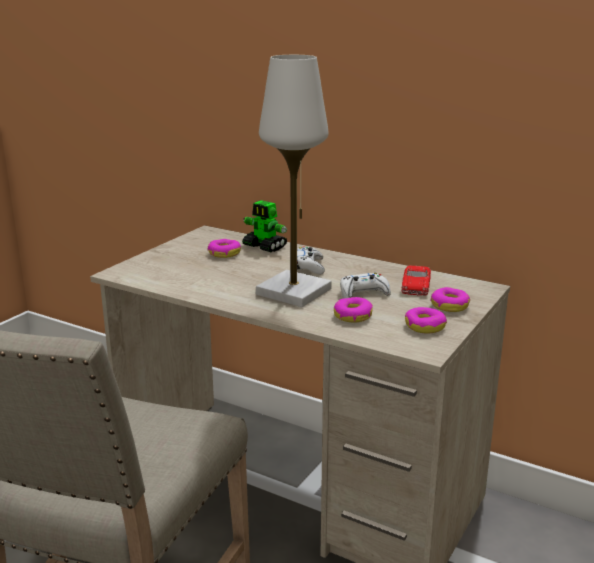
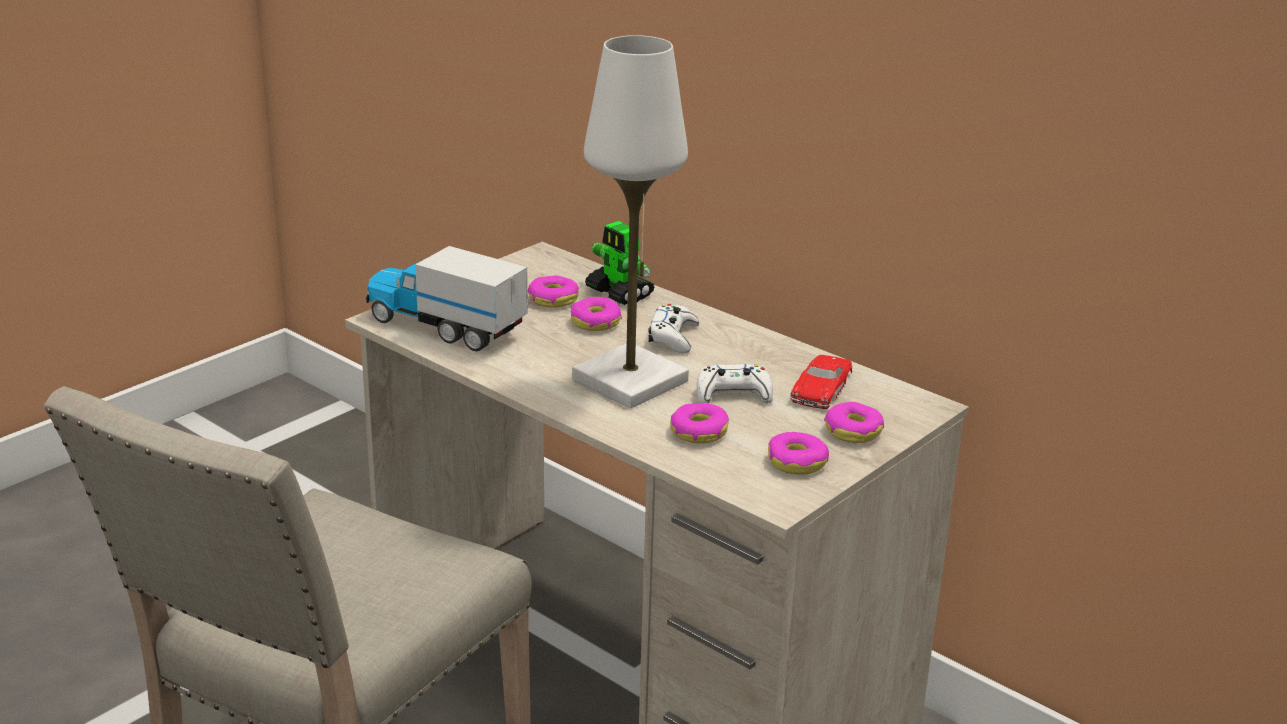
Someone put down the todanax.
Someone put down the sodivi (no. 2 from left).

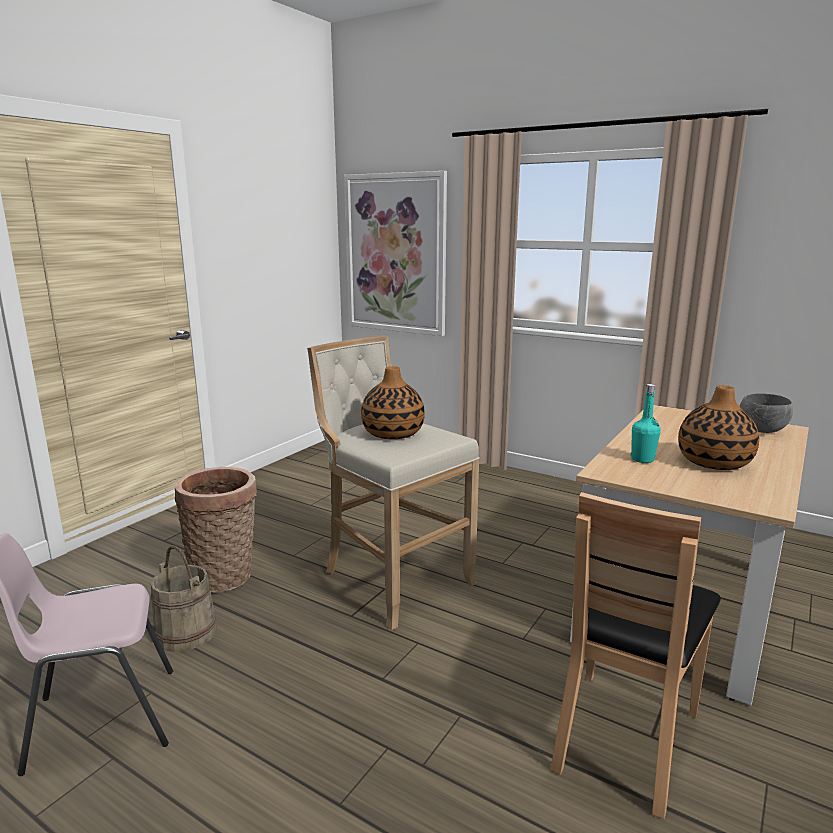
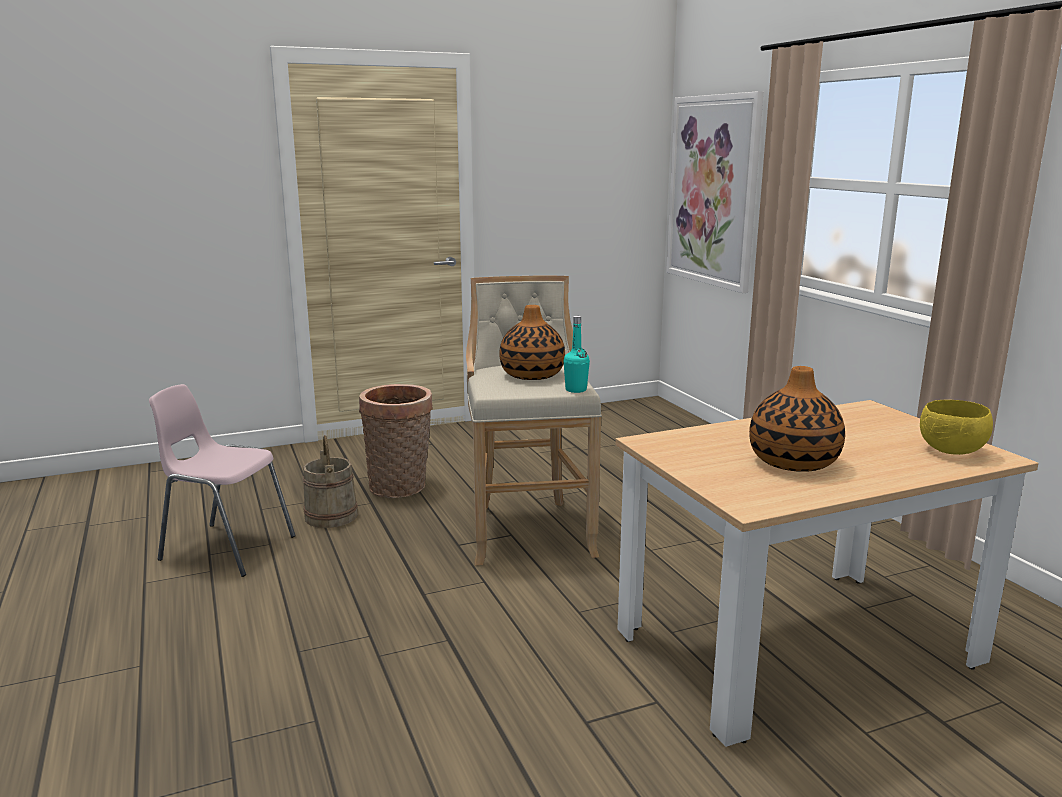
Someone took away the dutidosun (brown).
Someone carried the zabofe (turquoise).
Someone repainted the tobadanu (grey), which became the tobadanu (yellow).

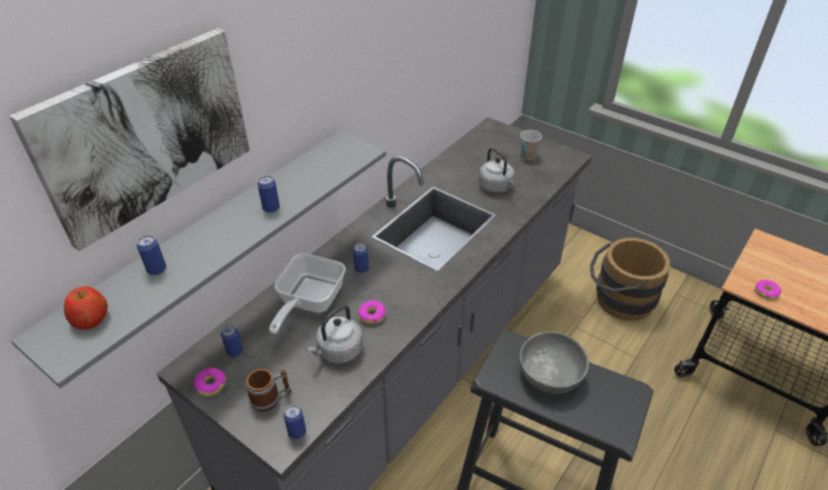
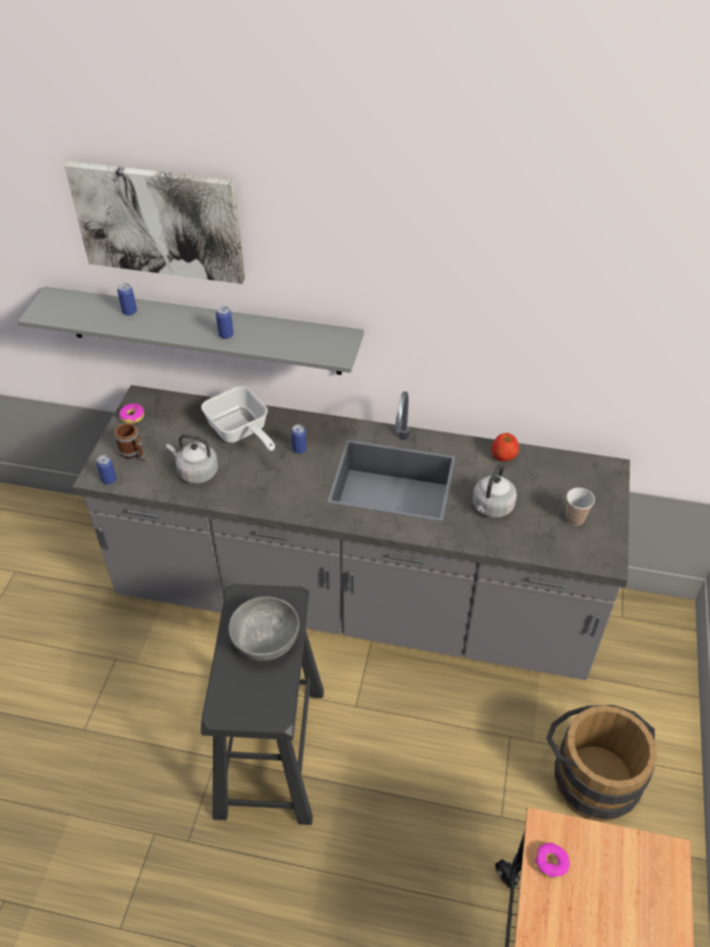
Someone carried the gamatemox.
Someone took away the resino (no. 2 from left).
Someone rotated the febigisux by 120 degrees counterclockwise.
Someone took away the sodivi (no. 2 from left).

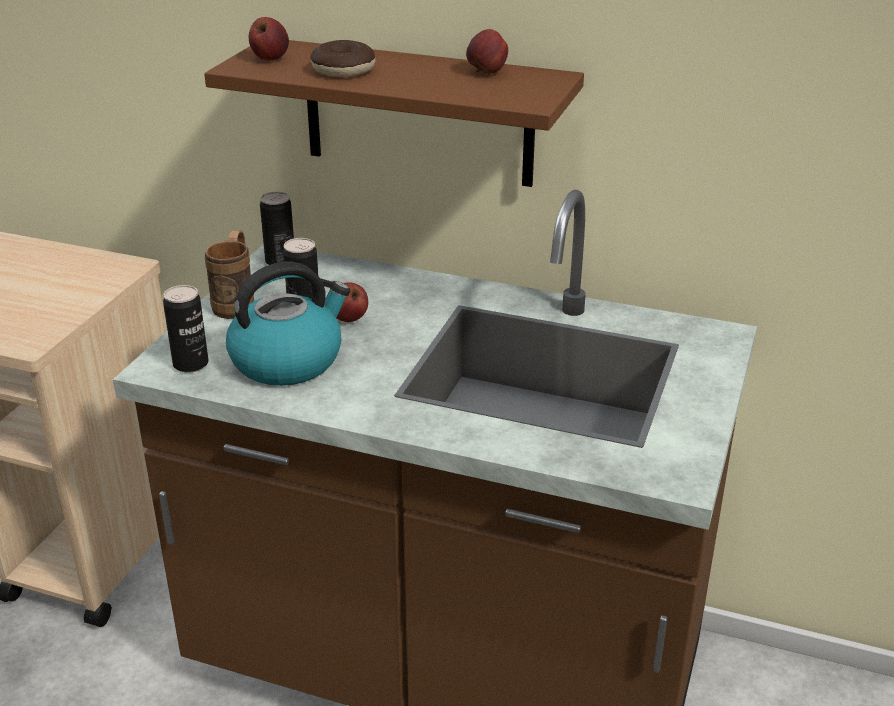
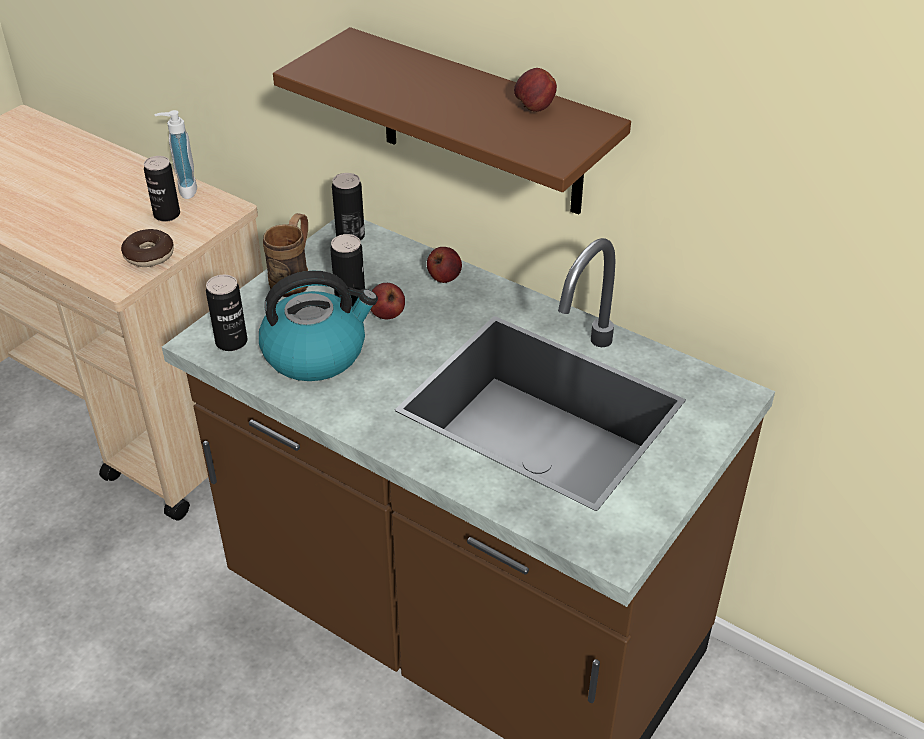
Someone carried the gamatemox (no. 1 from left in the first image).
Someone carried the sodivi.
Someone put down the resino (no. 1 from left).
Someone put down the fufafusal.

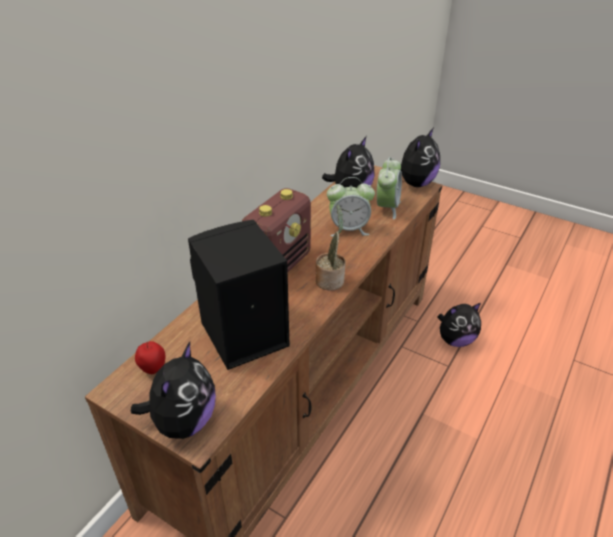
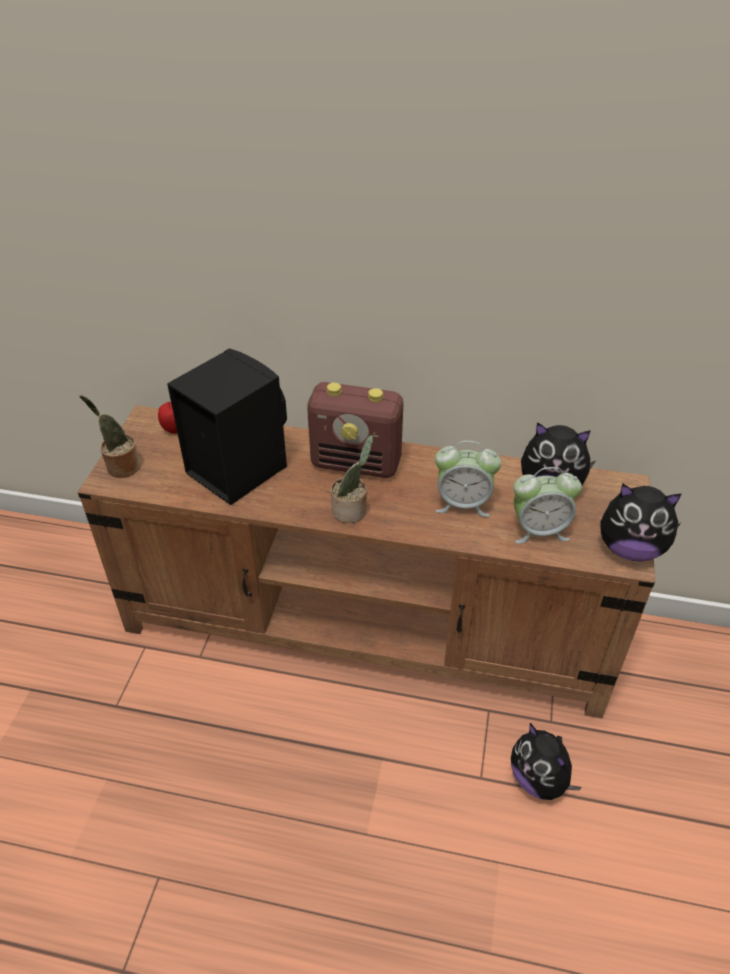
Someone swapped the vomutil (no. 1 from left) for the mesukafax (no. 1 from left).
Someone rotated the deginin (no. 1 from left) by 60 degrees counterclockwise.

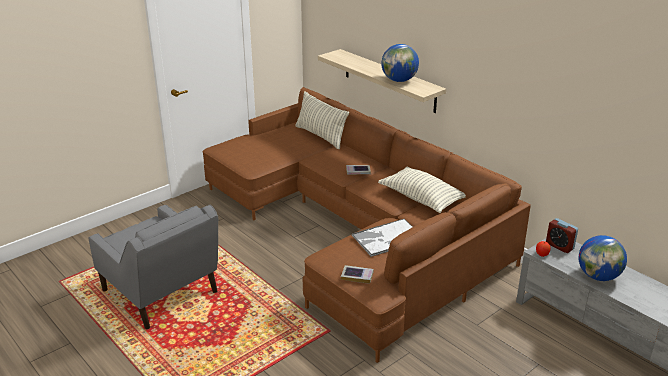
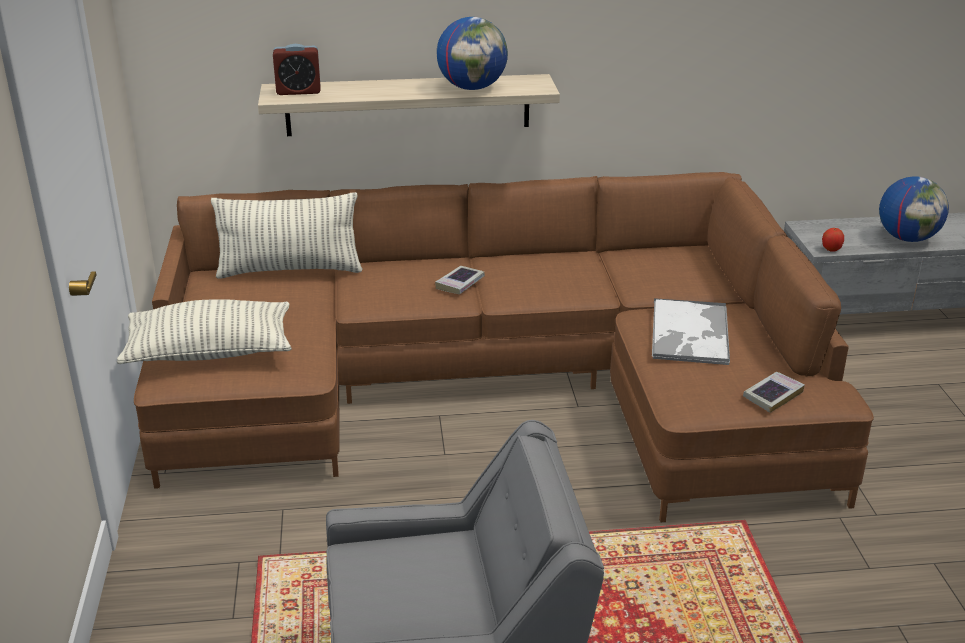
Someone carried the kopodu (no. 2 from left in the first image).
Someone carried the deginin.

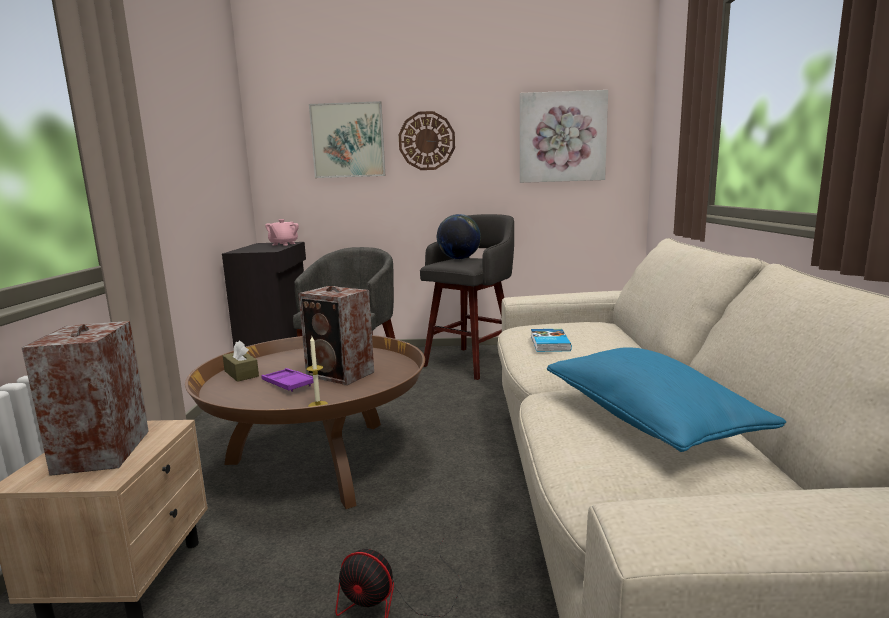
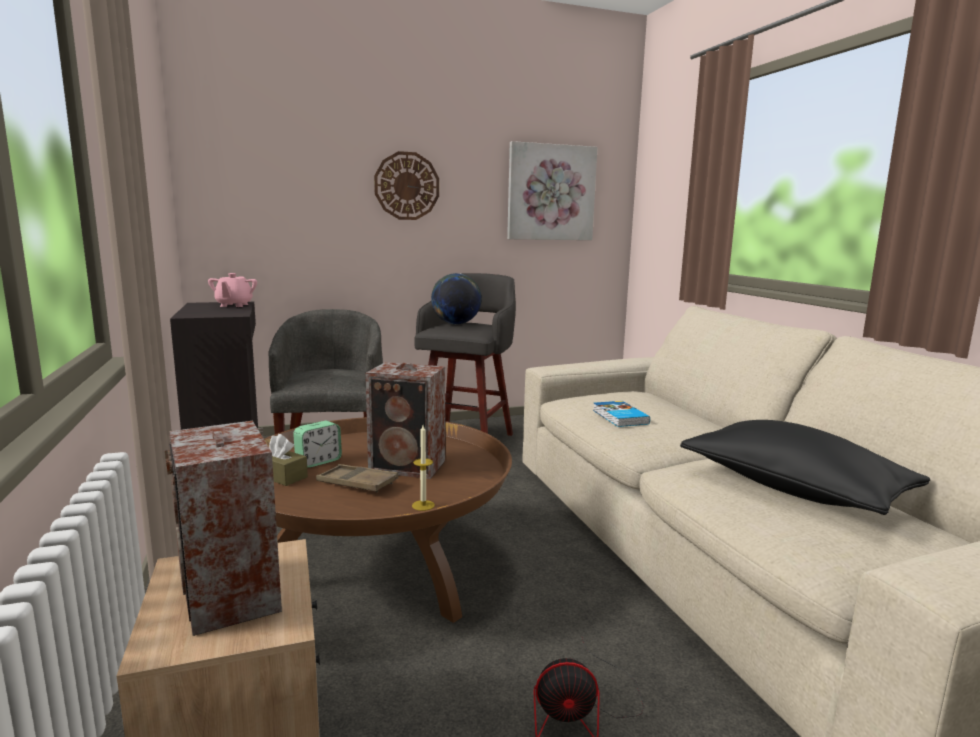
Someone repainted the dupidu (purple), which became the dupidu (brown).
Someone took away the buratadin (no. 1 from left).
Someone repainted the kopodu (blue), which became the kopodu (black).
Someone put down the deginin.

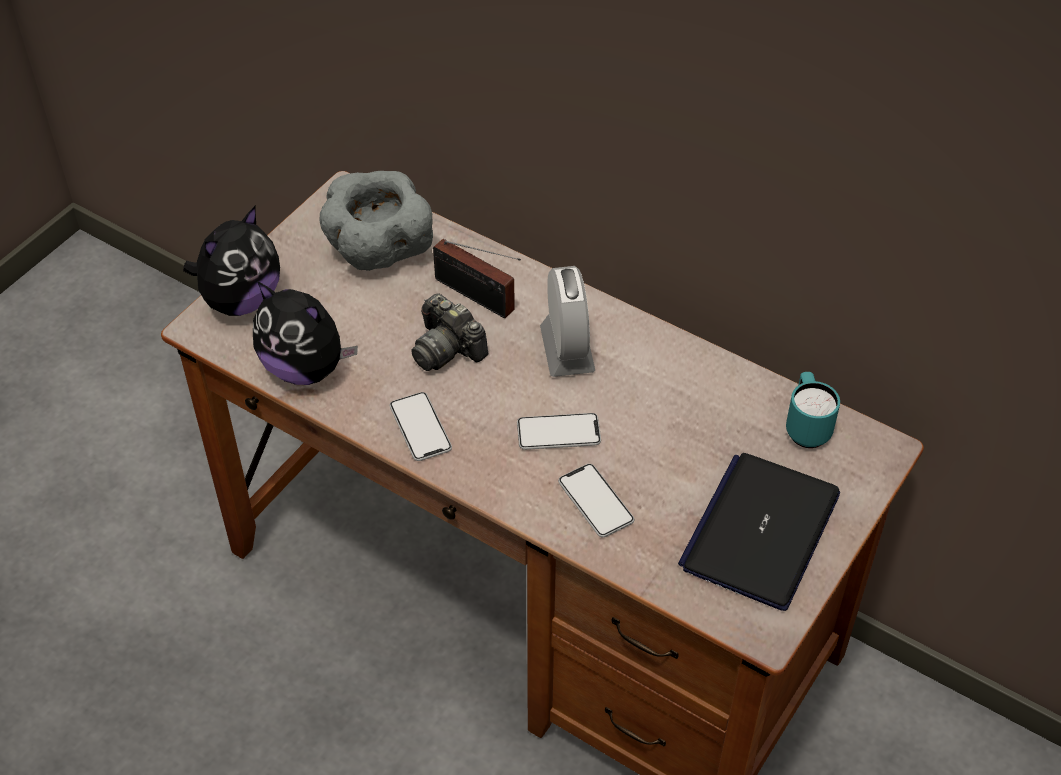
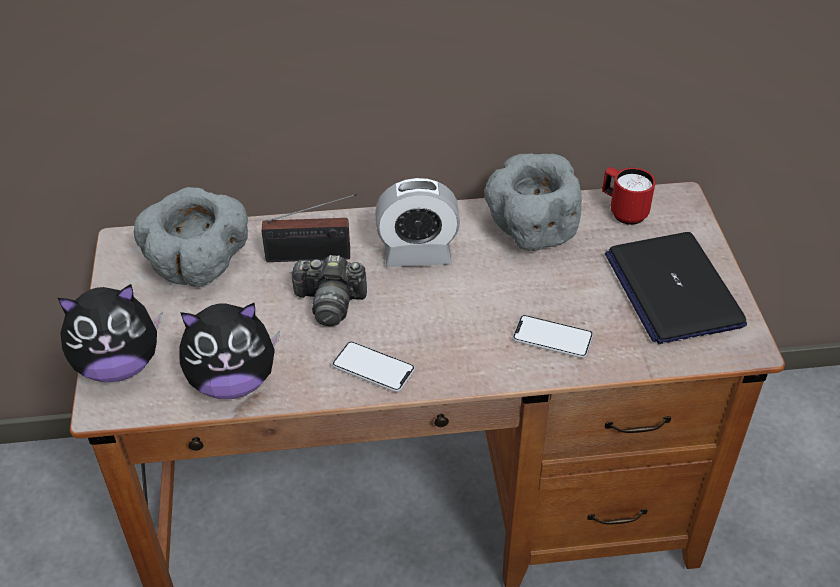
Someone rotated the vomutil (no. 1 from left) by 75 degrees clockwise.
Someone took away the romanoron (no. 2 from left).
Someone rotated the deginin by 135 degrees clockwise.
Someone repainted the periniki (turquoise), which became the periniki (red).
Someone put down the tobadanu (grey) (no. 2 from left).

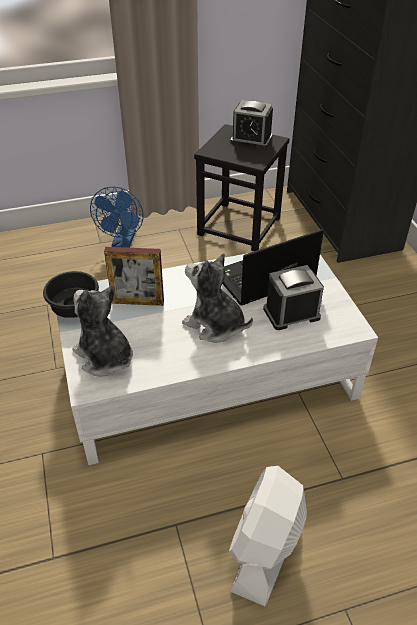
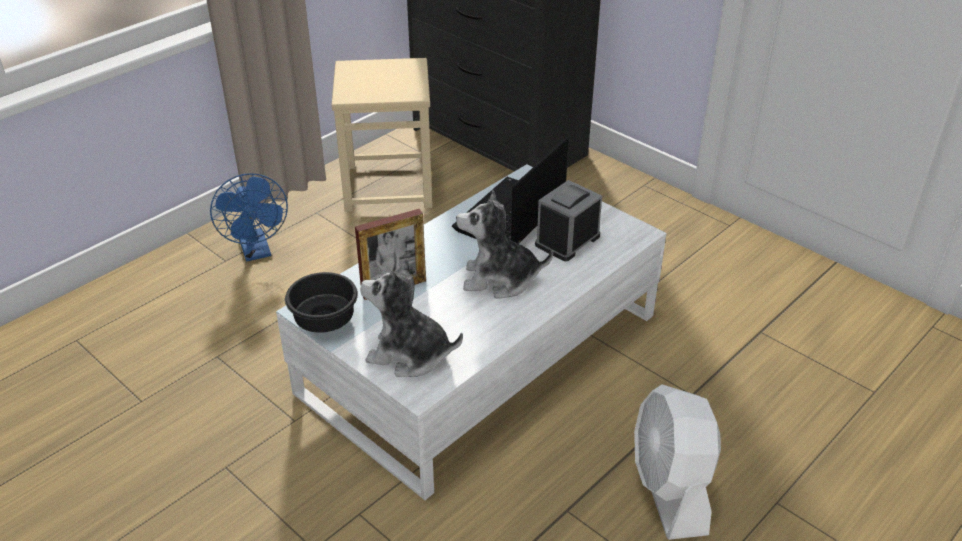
Someone repainted the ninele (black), which became the ninele (beige).
Someone took away the deginin (no. 1 from left).

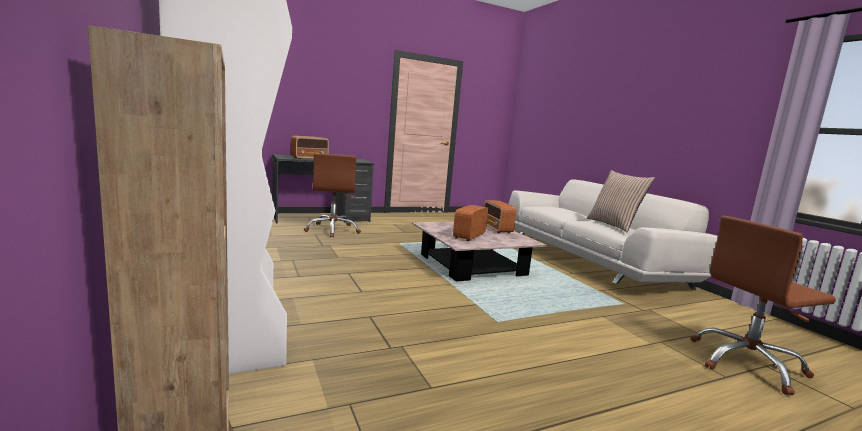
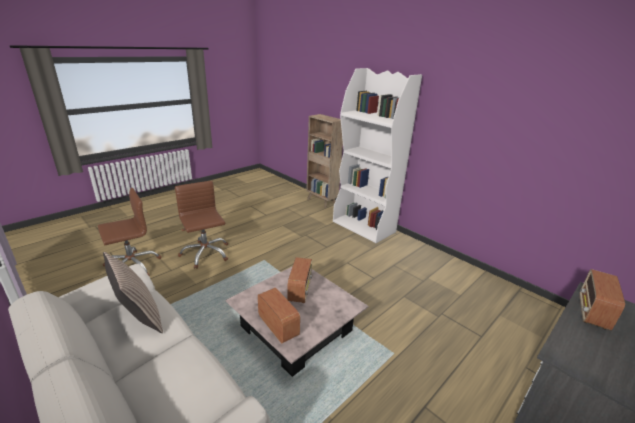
Someone carried the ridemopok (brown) (no. 1 from left in the first image).

